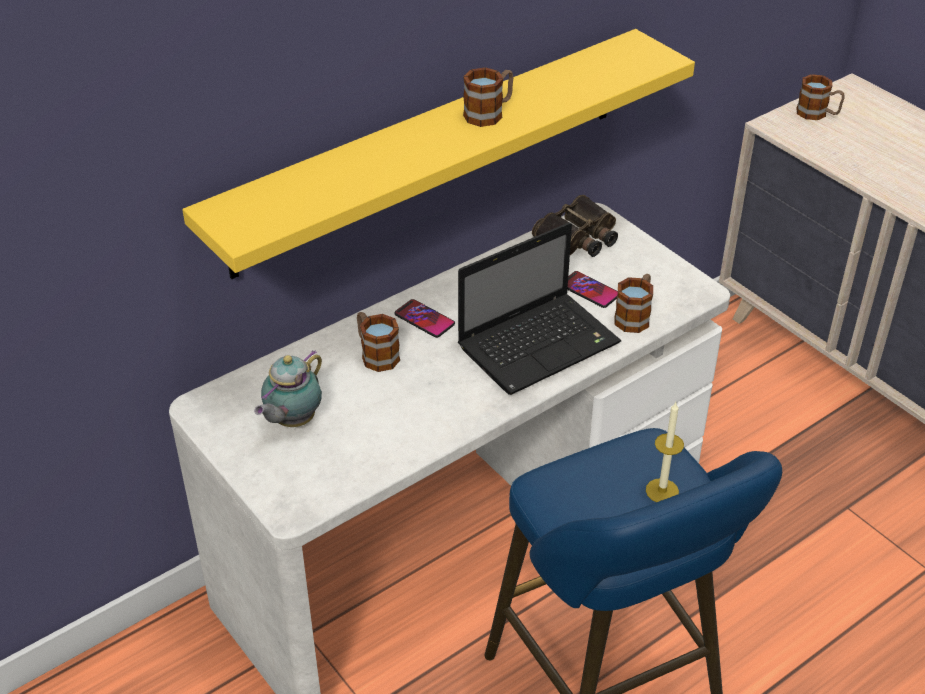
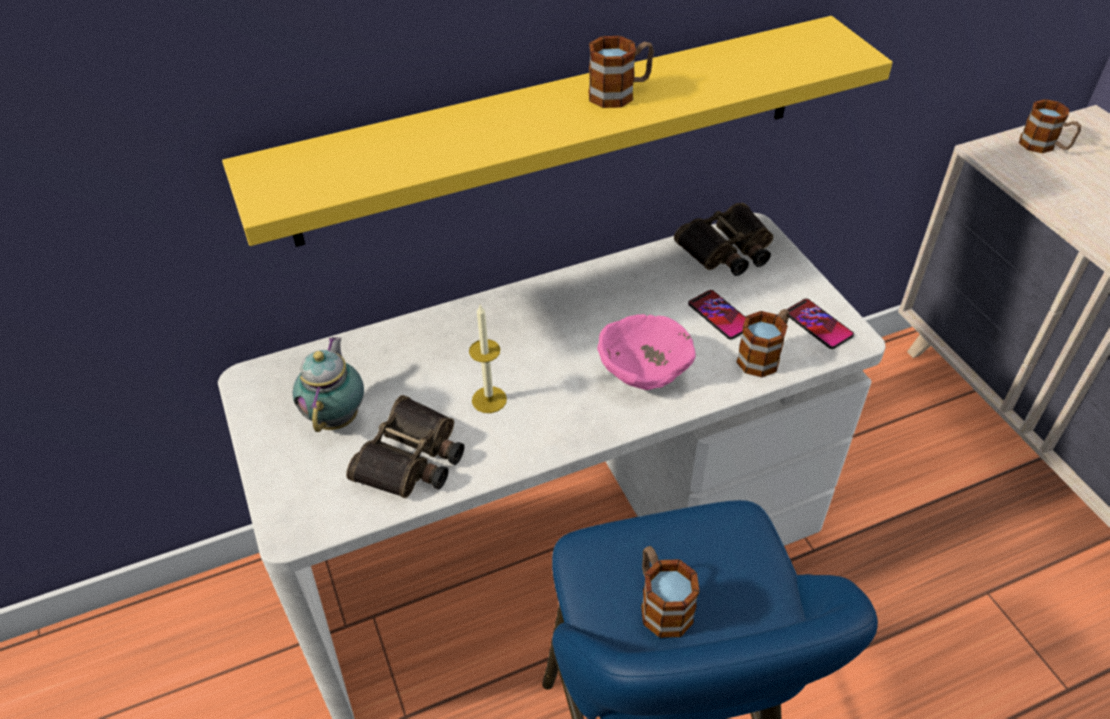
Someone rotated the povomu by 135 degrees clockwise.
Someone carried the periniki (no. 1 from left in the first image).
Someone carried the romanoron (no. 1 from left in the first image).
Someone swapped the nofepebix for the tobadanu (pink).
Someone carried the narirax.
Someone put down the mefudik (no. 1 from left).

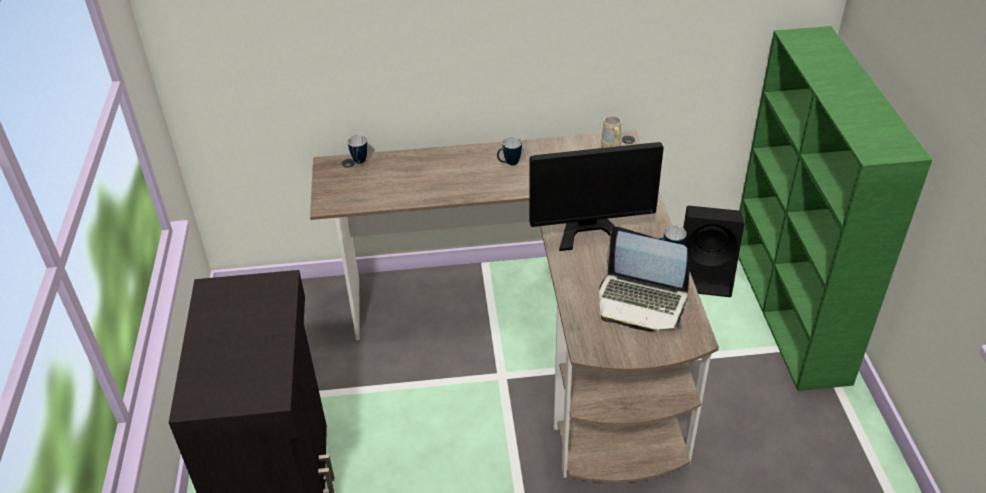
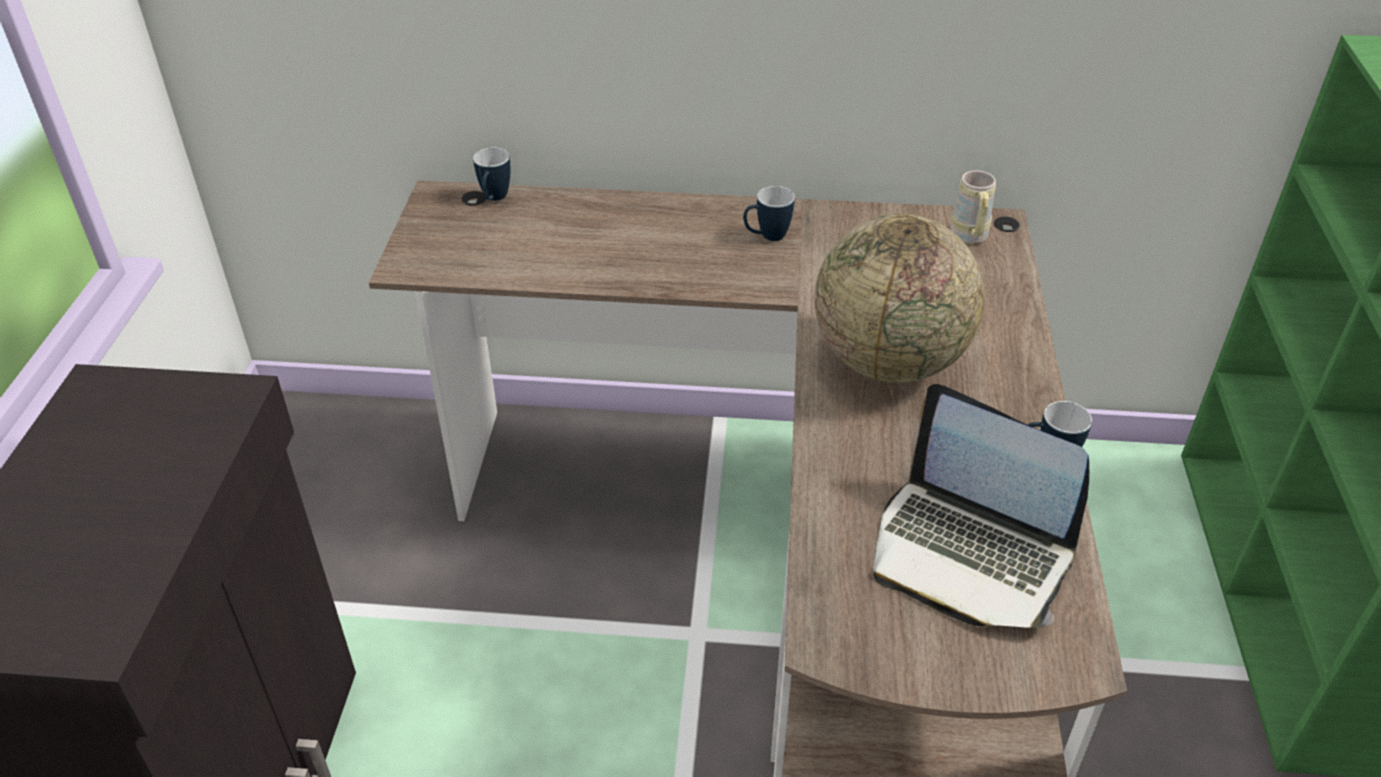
Someone swapped the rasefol for the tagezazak.
Someone took away the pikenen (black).

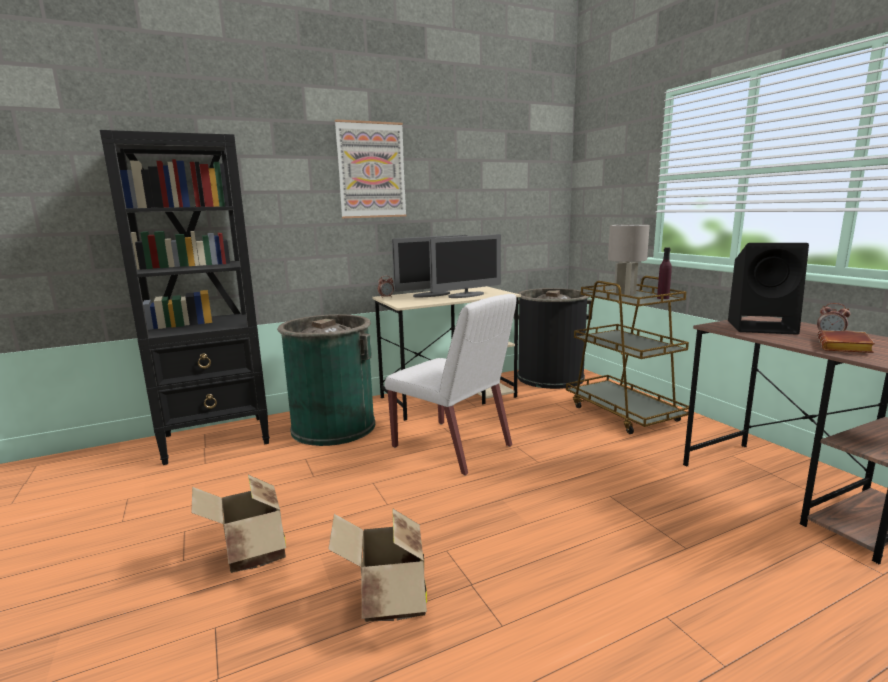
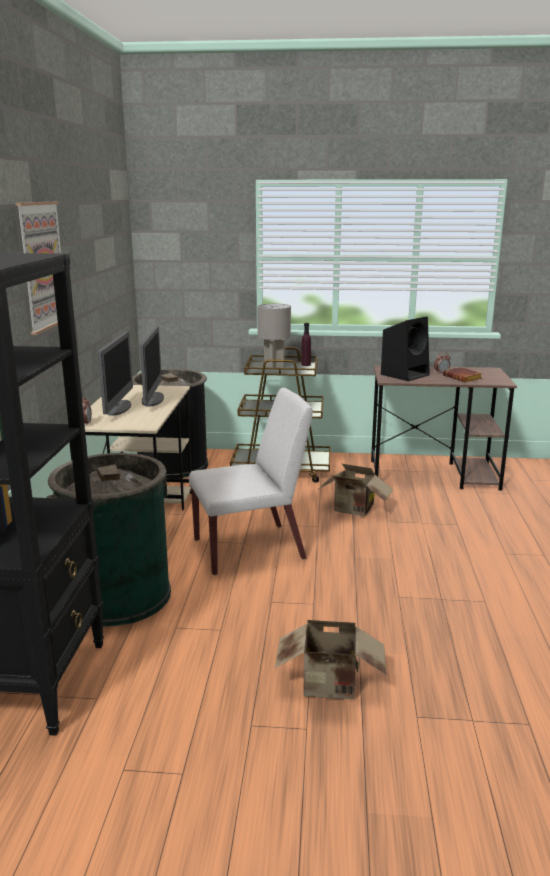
Someone carried the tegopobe (no. 2 from left).

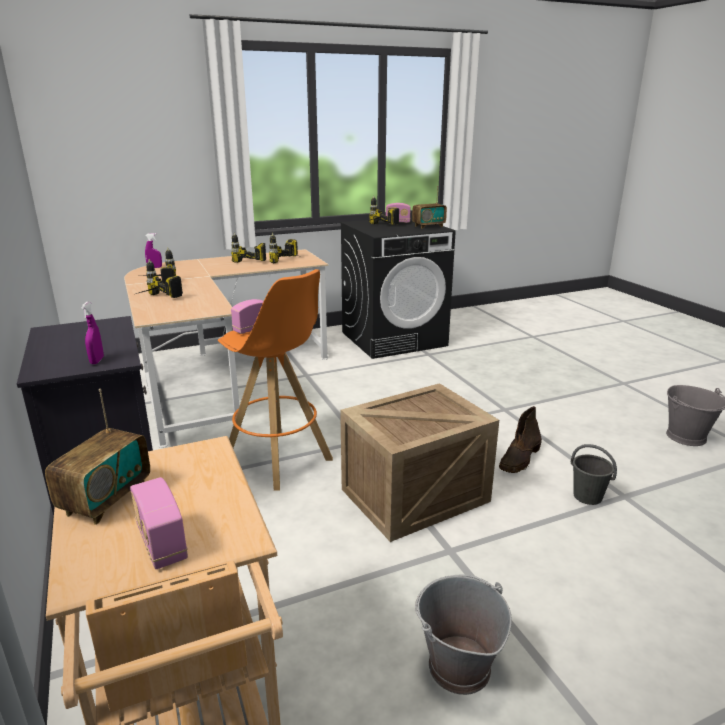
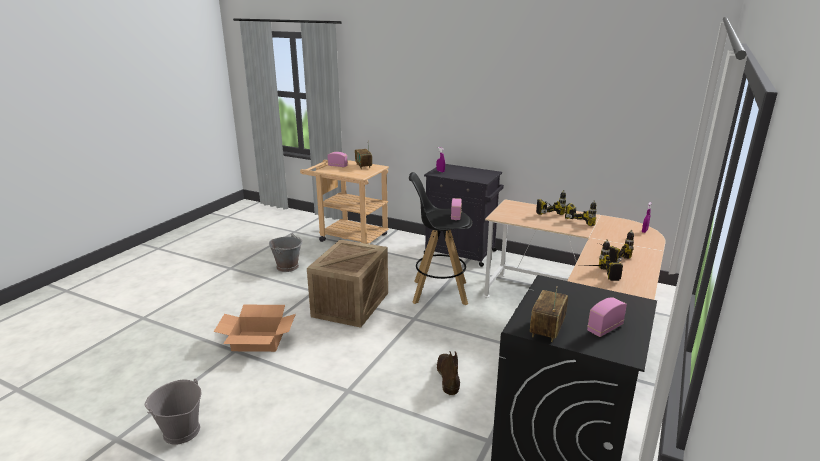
Someone repainted the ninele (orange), which became the ninele (black).
Someone took away the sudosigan (no. 5 from left).
Someone carried the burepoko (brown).
Someone swapped the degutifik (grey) (no. 2 from left) for the tegopobe.

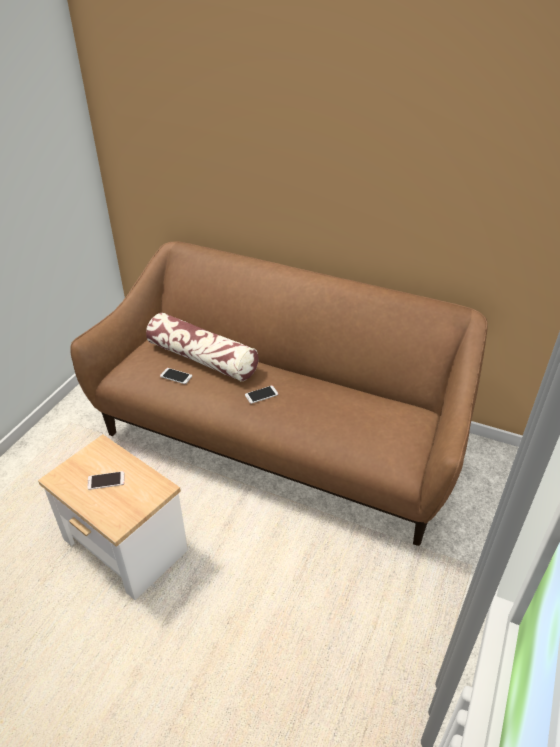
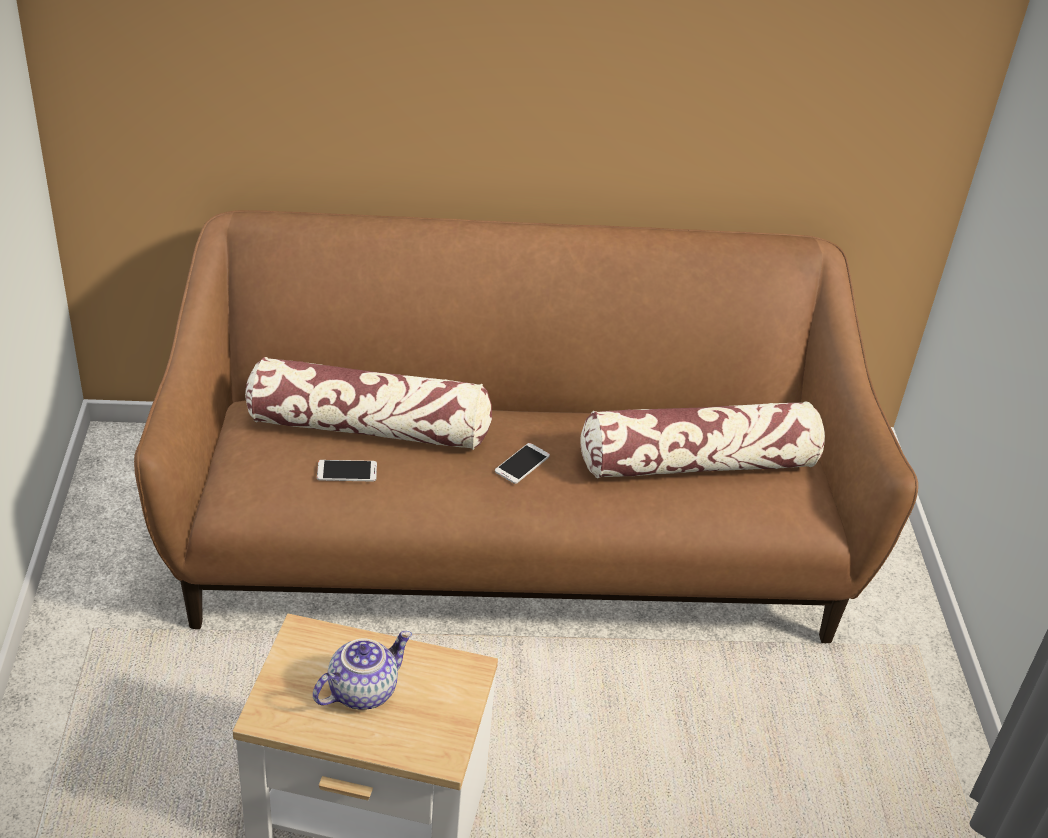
Someone swapped the romanoron (no. 1 from left) for the povomu.
Someone put down the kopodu (no. 2 from left).

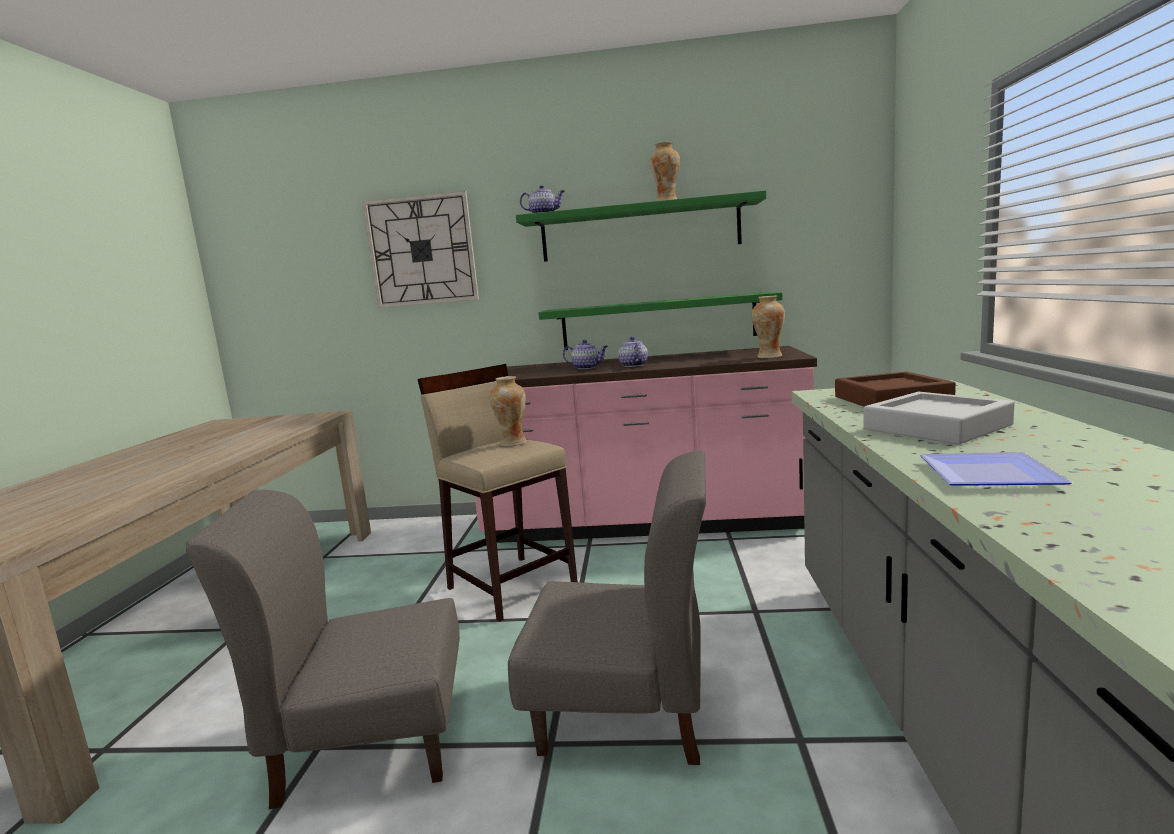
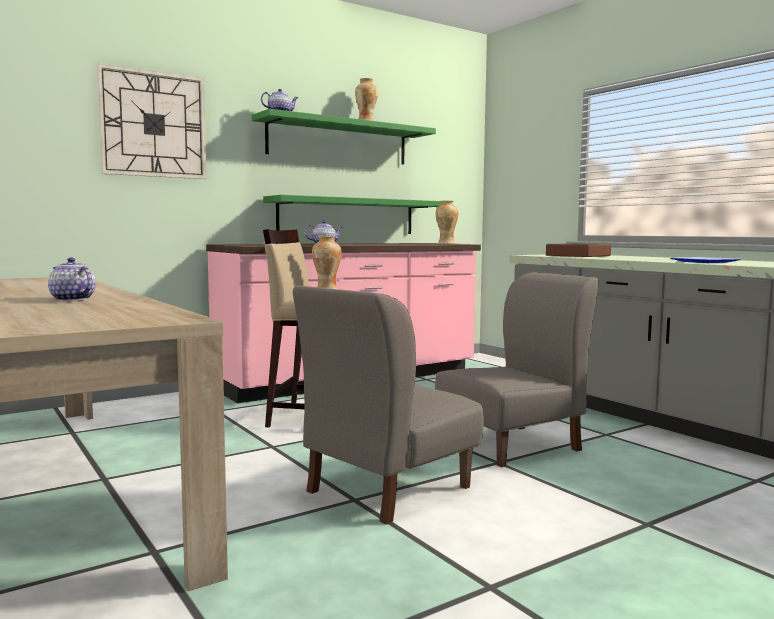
Someone carried the povomu (no. 3 from left in the first image).
Someone took away the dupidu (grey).

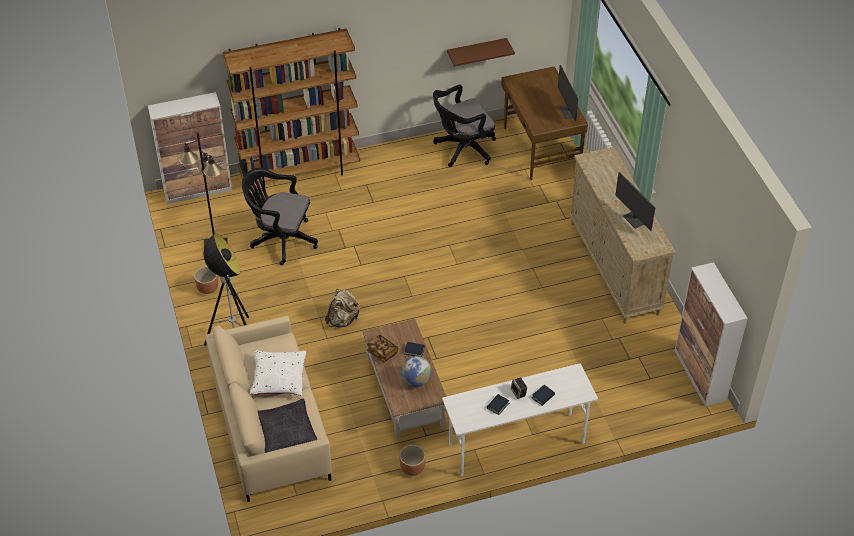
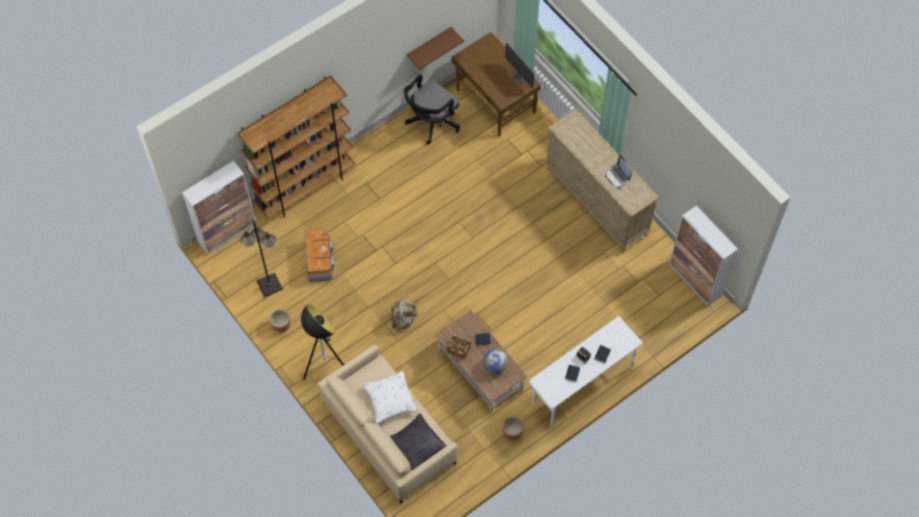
Someone swapped the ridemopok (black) (no. 1 from left) for the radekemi.
Someone swapped the rasefol (no. 2 from left) for the nofepebix.

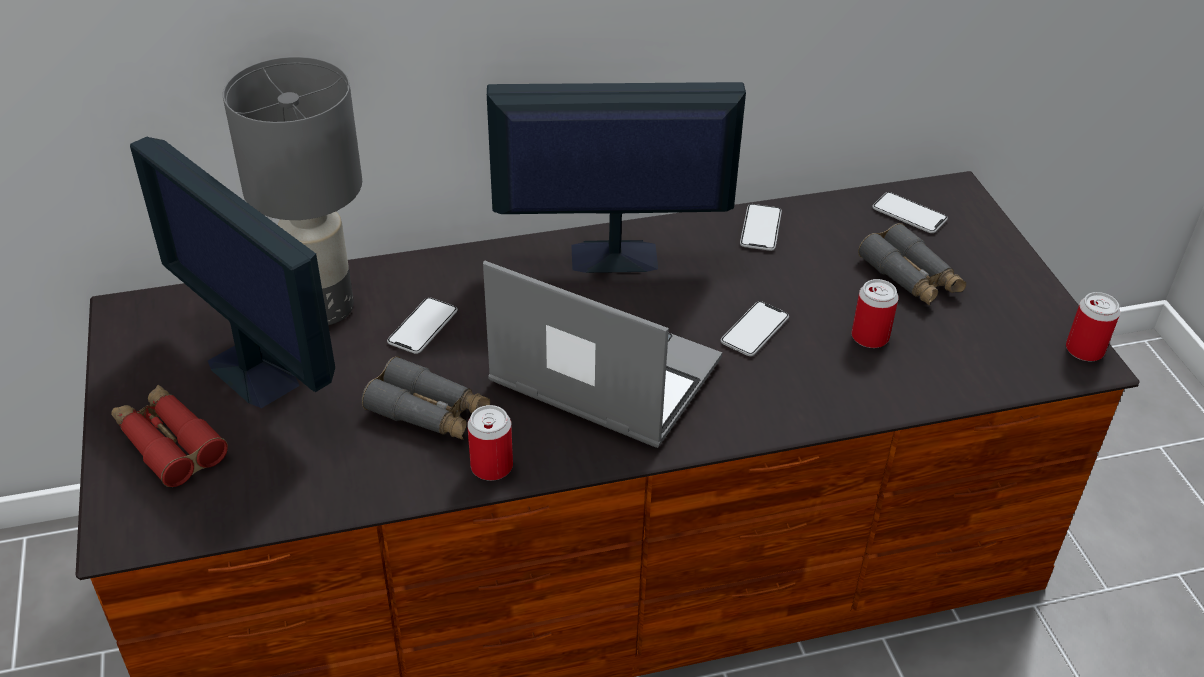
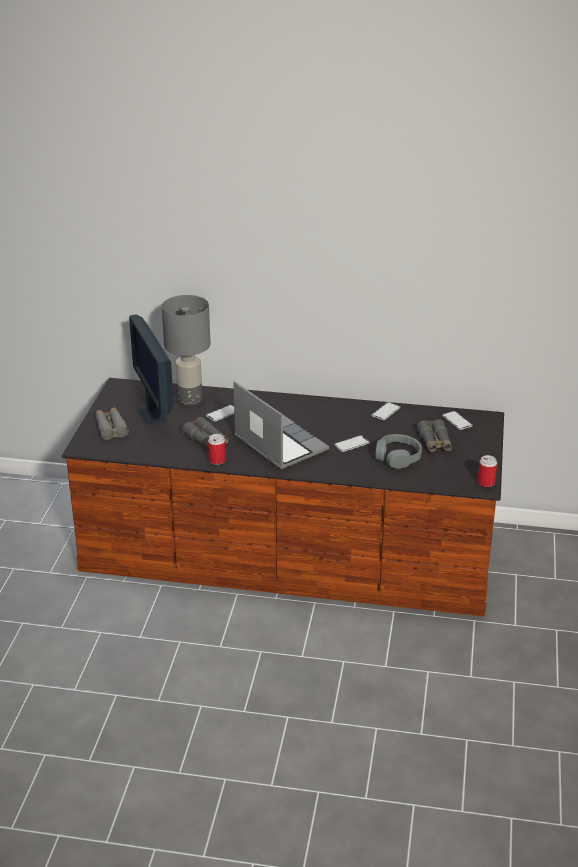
Someone repainted the mefudik (red), which became the mefudik (grey) (no. 1 from left).
Someone took away the rasefol (no. 2 from left).
Someone swapped the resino (no. 2 from left) for the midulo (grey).

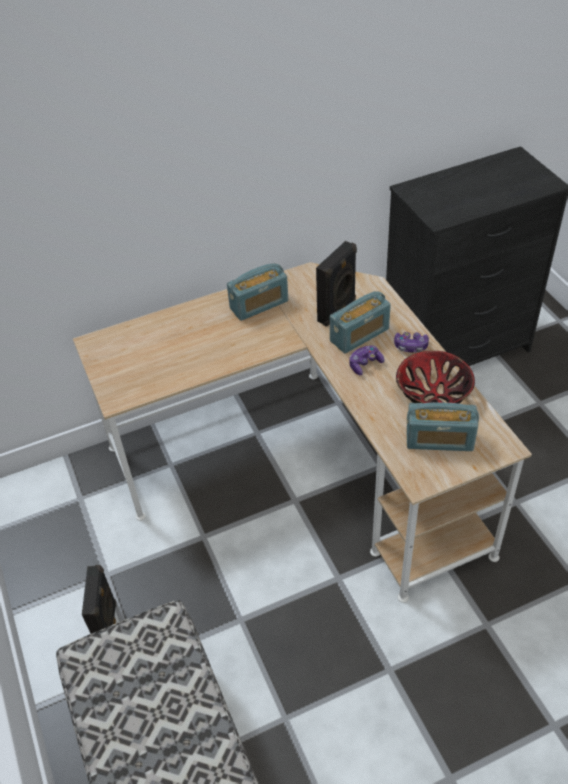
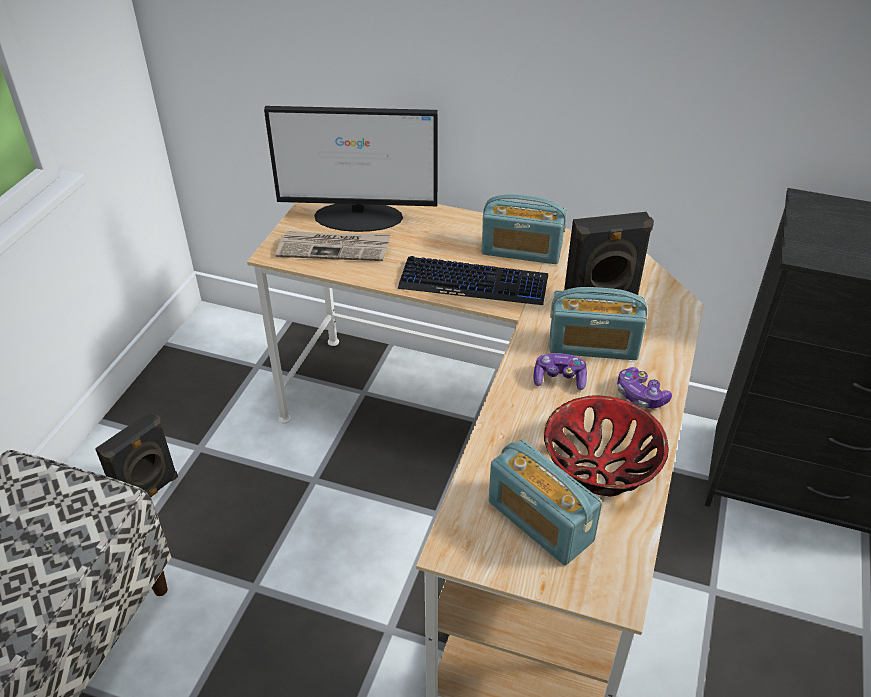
Someone put down the rasefol.
Someone put down the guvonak.
Someone put down the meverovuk.

